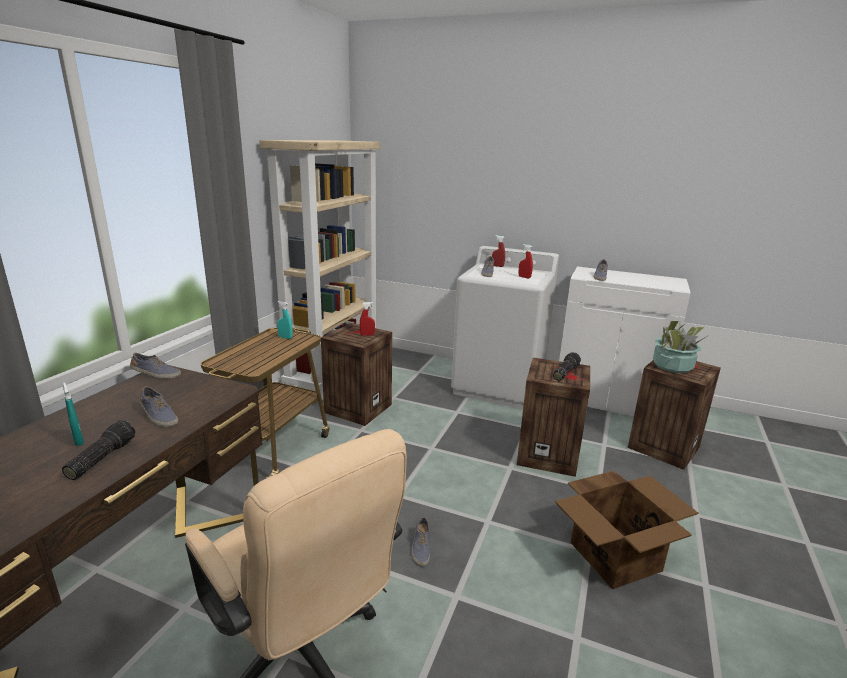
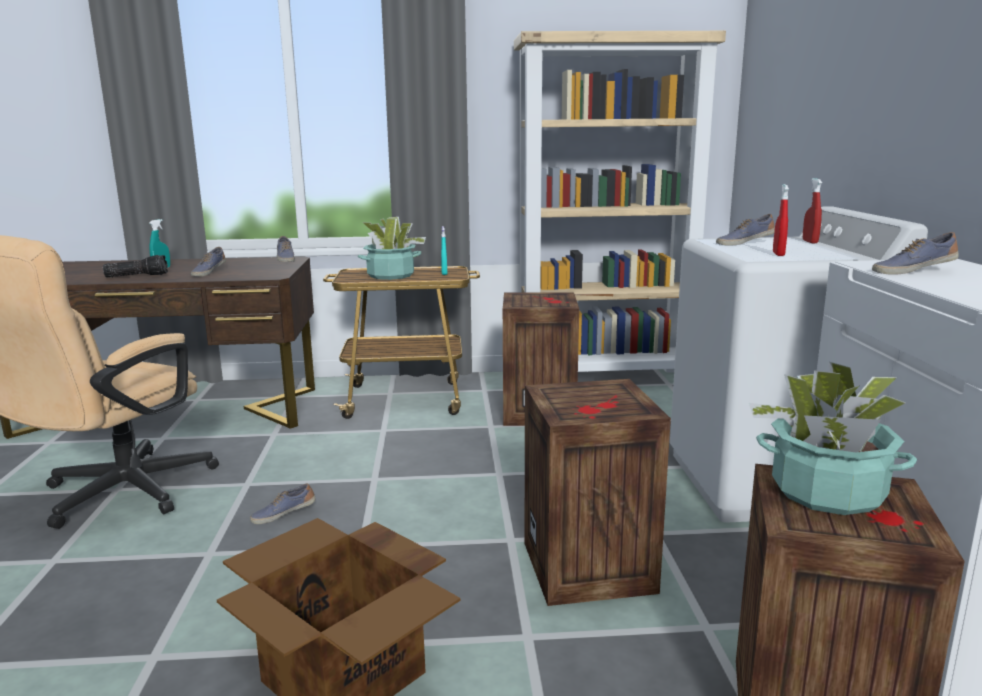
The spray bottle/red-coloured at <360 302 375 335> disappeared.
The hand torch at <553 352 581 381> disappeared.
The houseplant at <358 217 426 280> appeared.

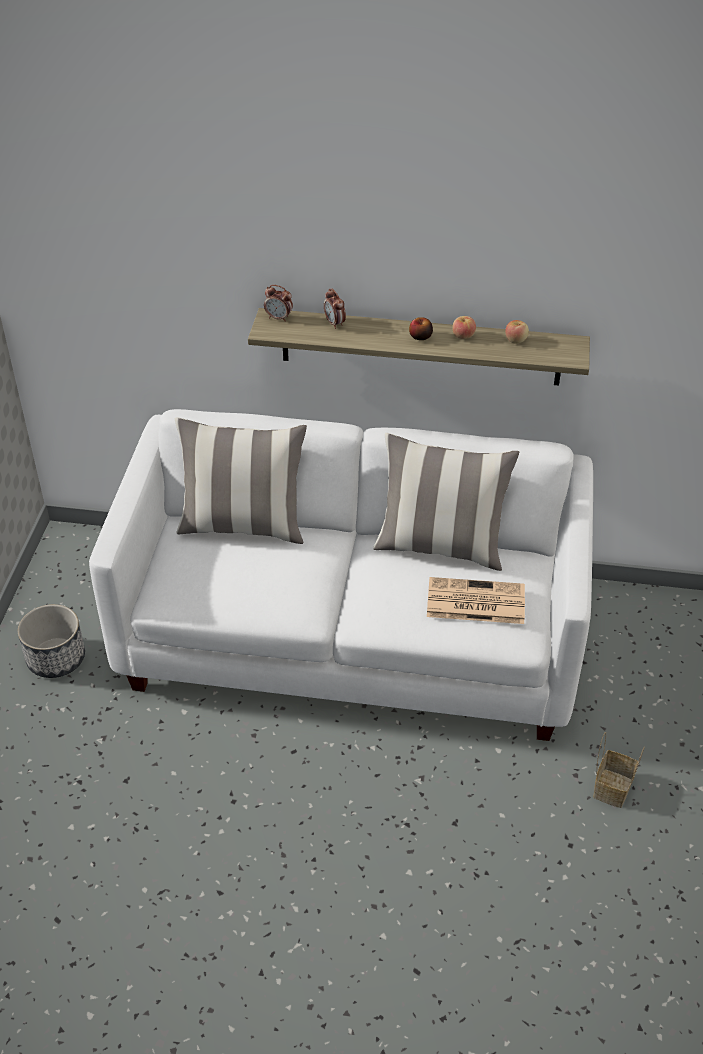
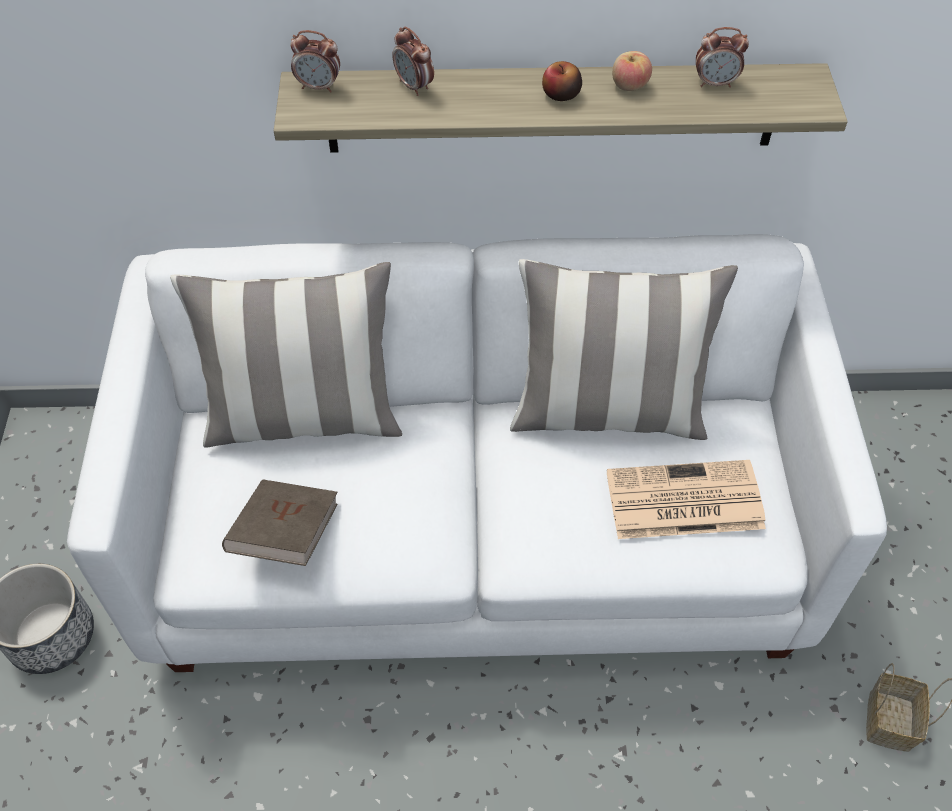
The apple fruit at <505 320 529 343> was replaced by the table clock at <696 27 749 88>.
The volume/brownish at <222 479 337 566> appeared.

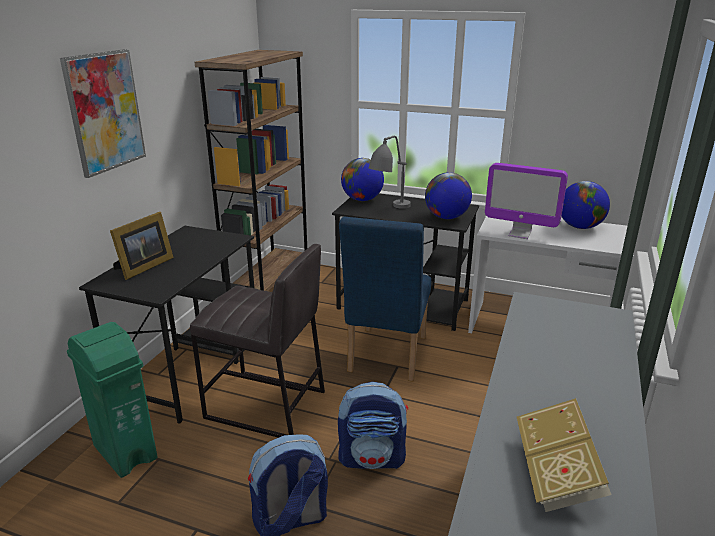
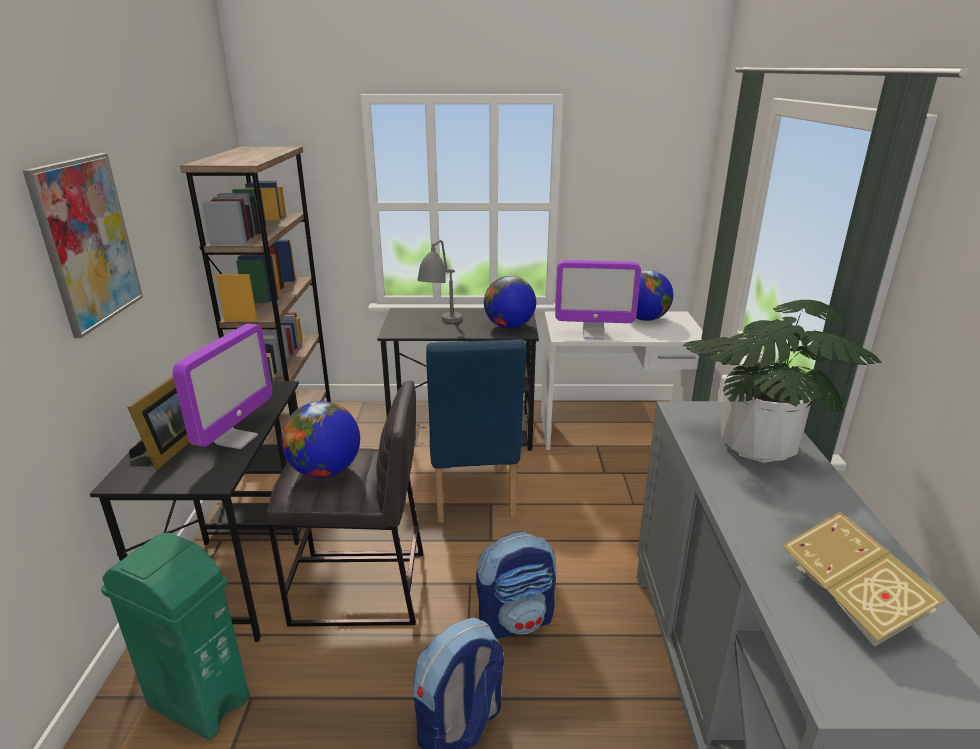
The world globe moved from <341 158 384 201> to <281 401 360 478>.
The monitor at <173 324 272 449> appeared.
The houseplant at <683 300 882 463> appeared.

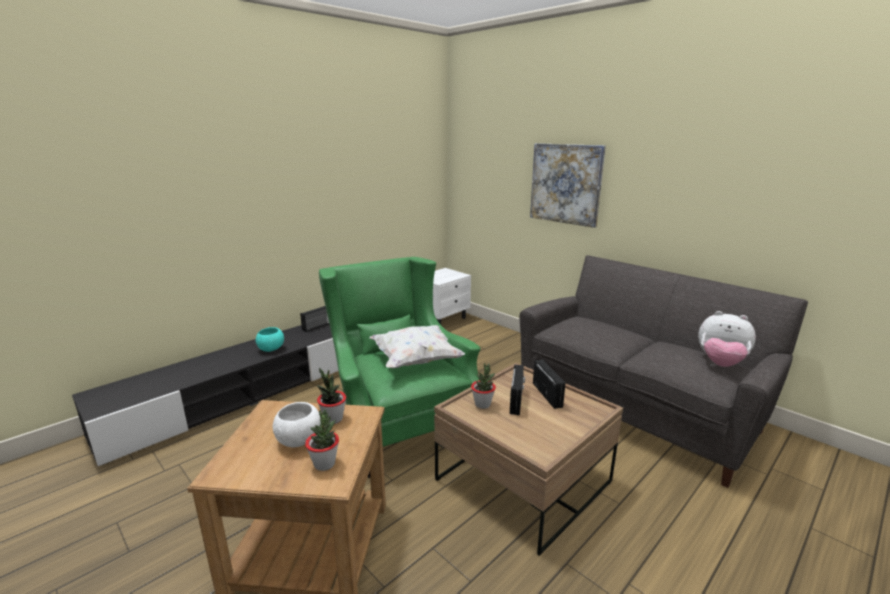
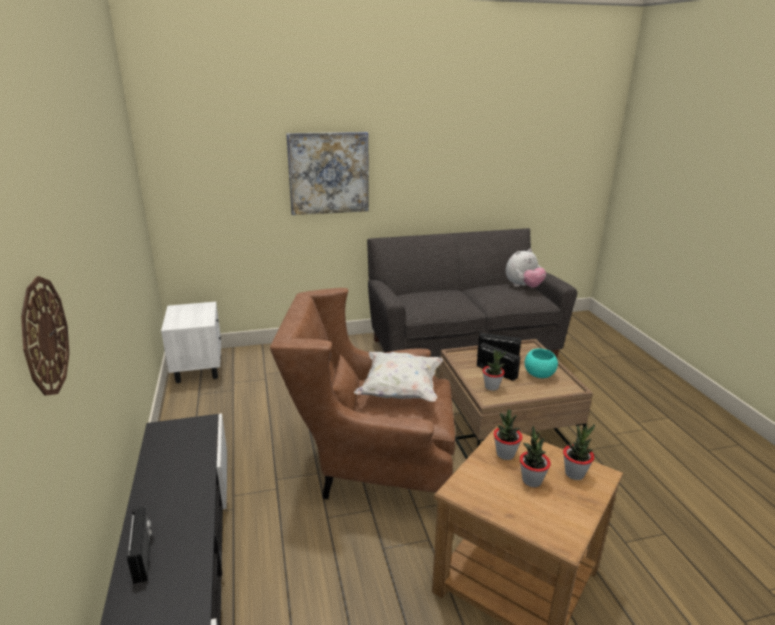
The serving bowl/turquoise-coloured moved from <256 327 284 352> to <525 348 558 378>.
The serving bowl/whitish at <273 402 321 447> was replaced by the houseplant at <520 426 551 487>.
The radio moved from <300 306 329 332> to <127 507 152 584>.
The armchair/green at <319 257 480 478> became the armchair/brownish at <270 288 455 499>.
The clock on the wall at <21 276 69 396> appeared.

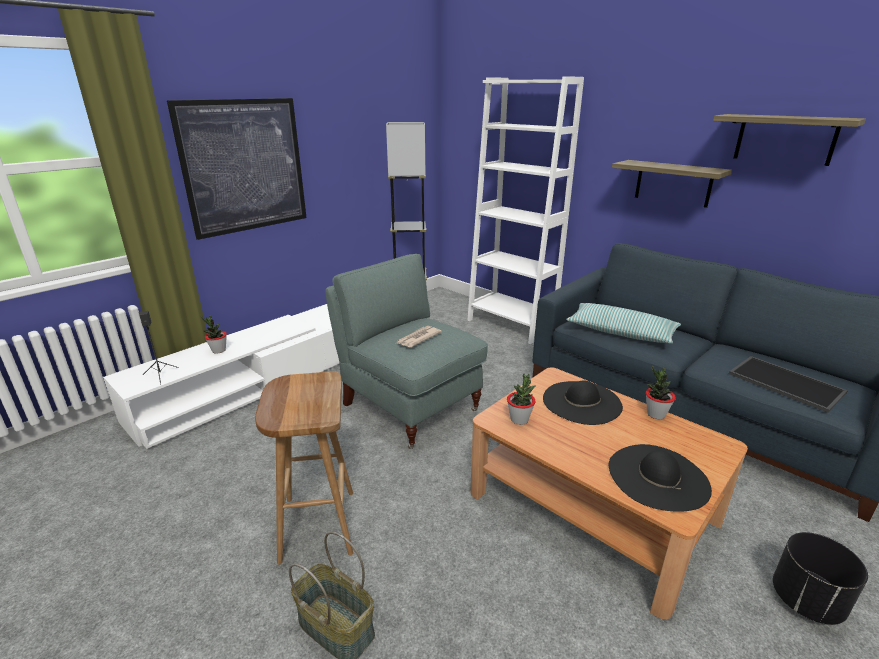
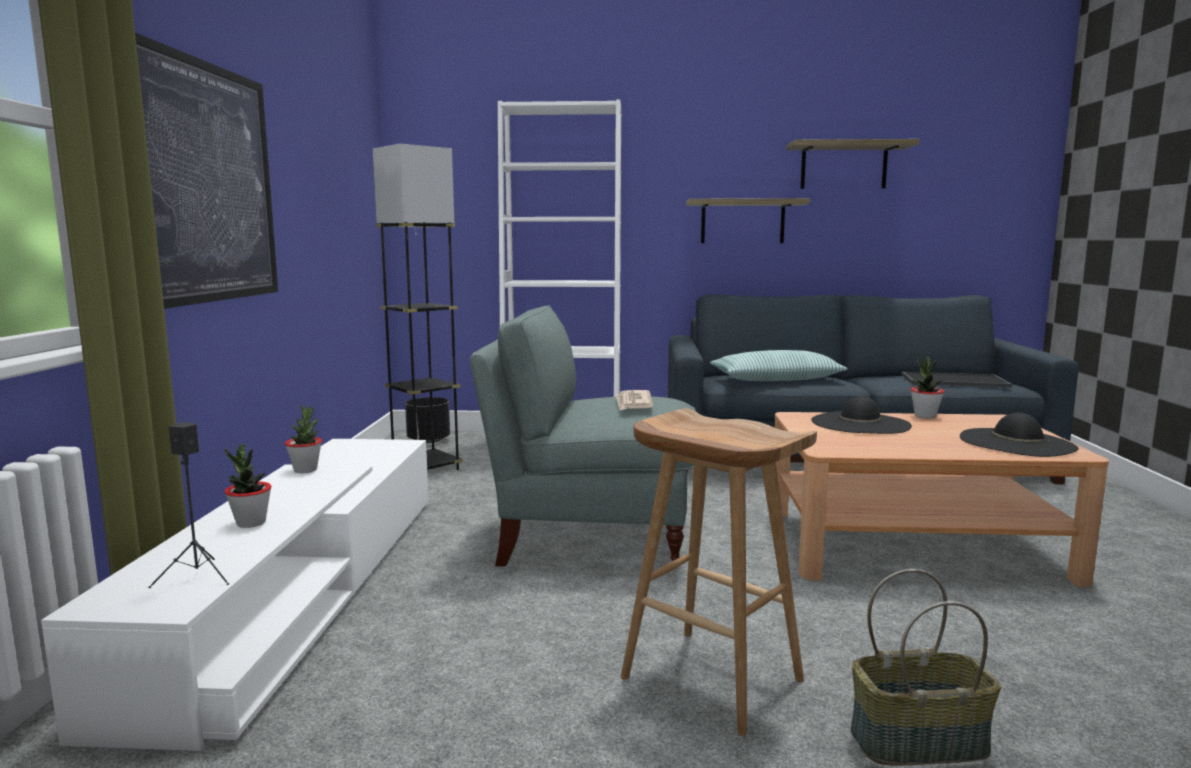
The houseplant moved from <507 374 536 425> to <285 405 322 473>.
The planter/blackish moved from <773 532 868 625> to <405 397 450 443>.

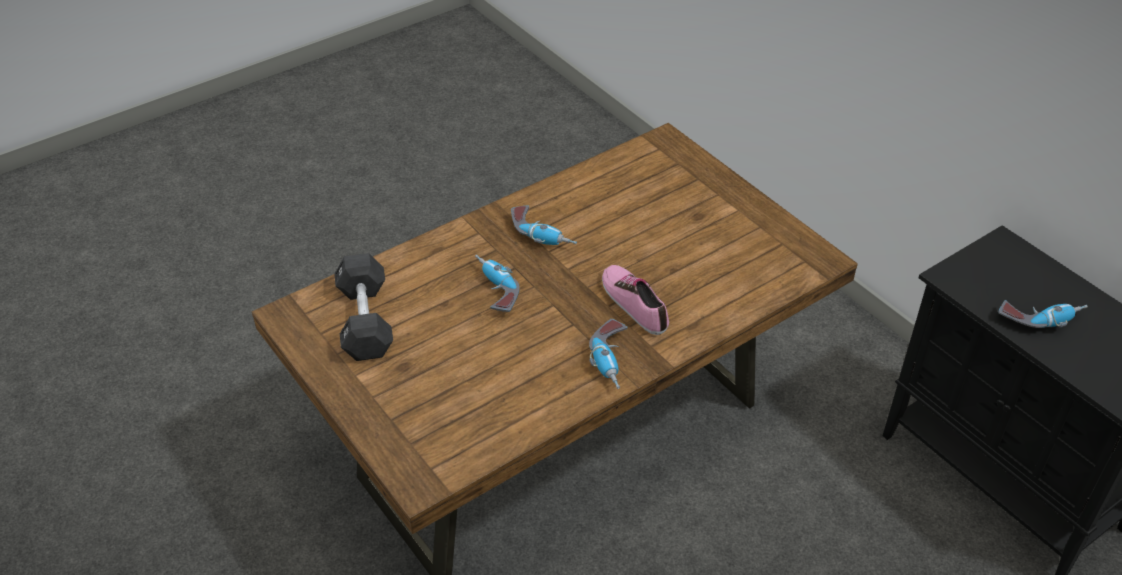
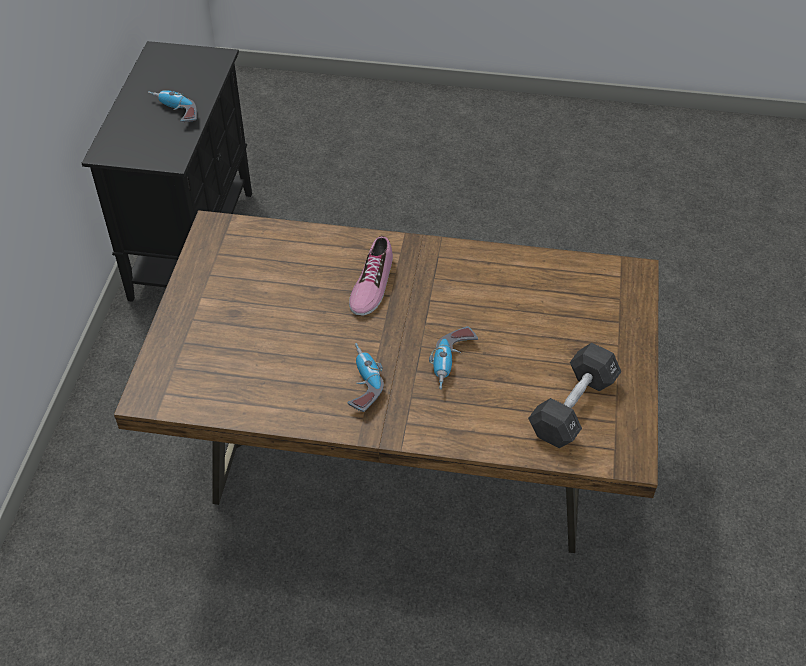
The drill at <589 319 628 389> disappeared.

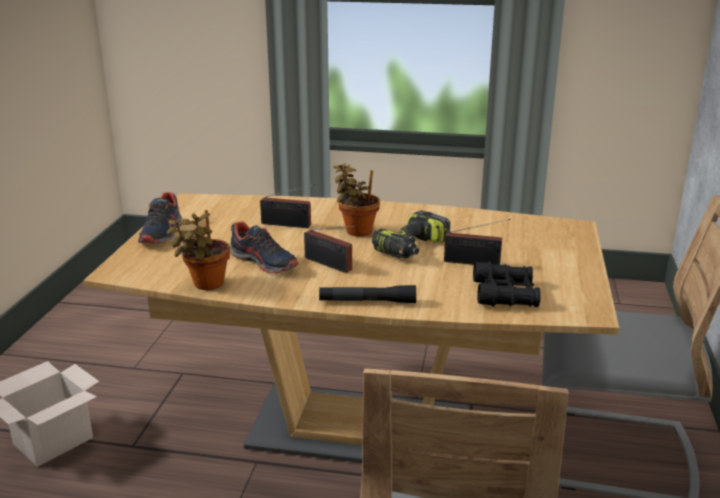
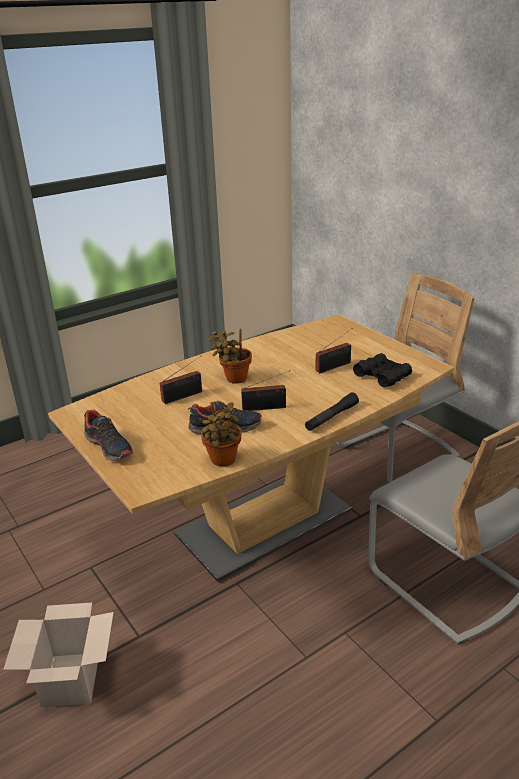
The drill at <372 210 450 258> disappeared.

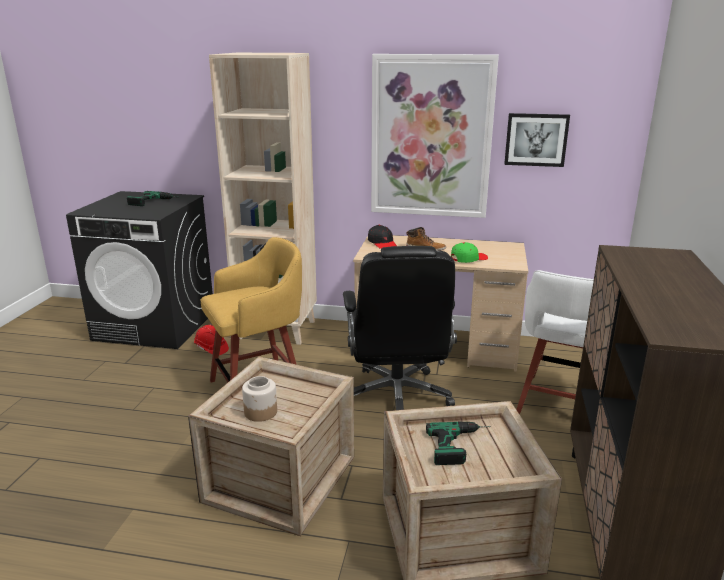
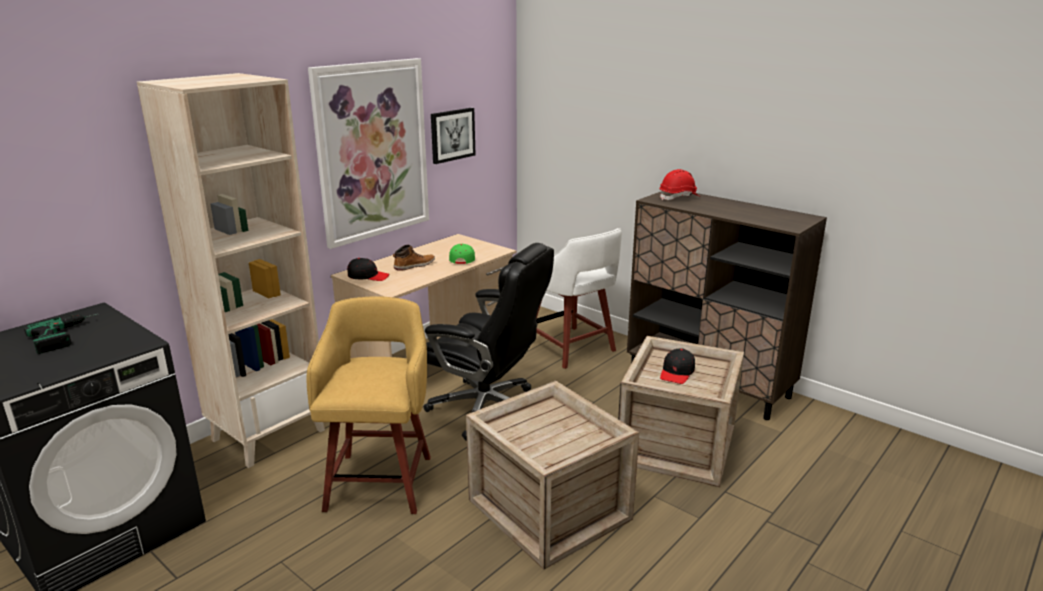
The hard hat/red-coloured moved from <194 325 229 355> to <659 169 700 200>.
The preserve jar at <242 376 277 422> disappeared.
The drill at <426 421 491 465> was replaced by the peaked cap/blackish at <660 348 695 384>.

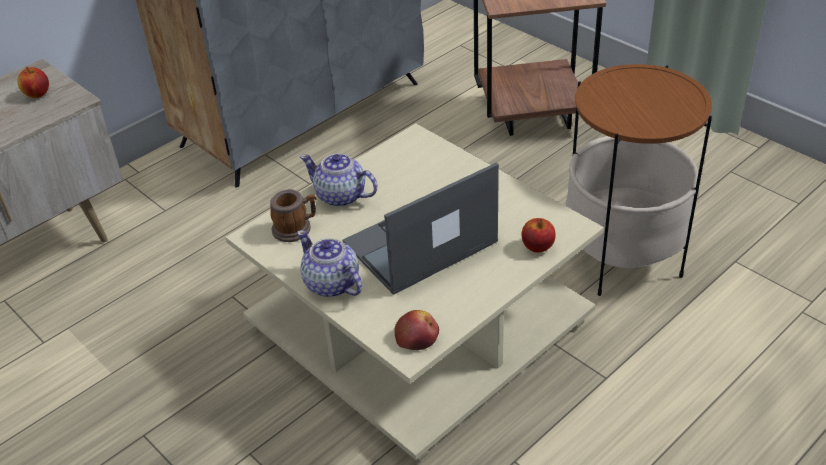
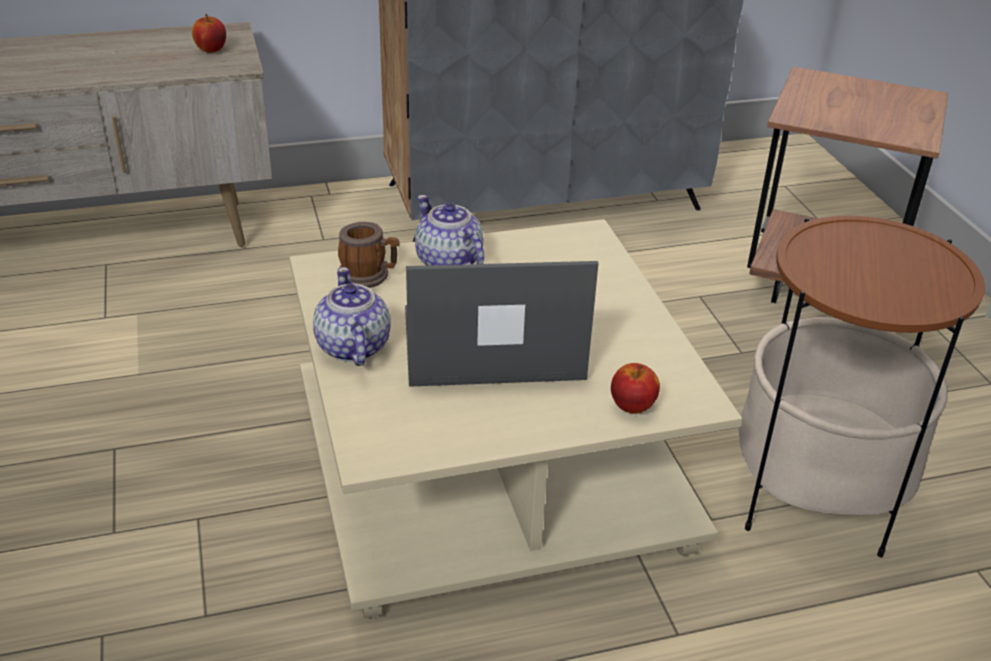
The apple fruit at <394 310 439 350> disappeared.

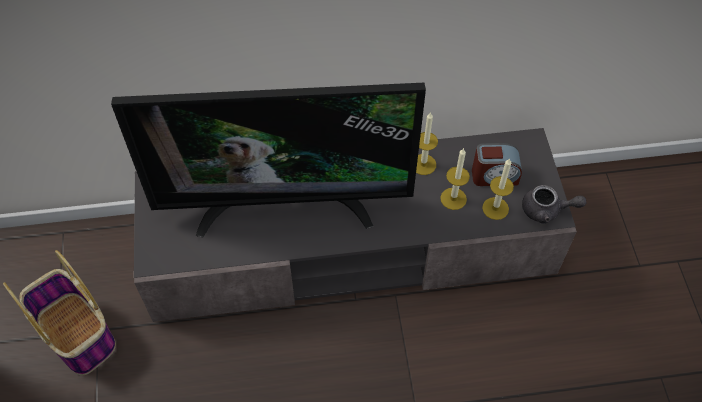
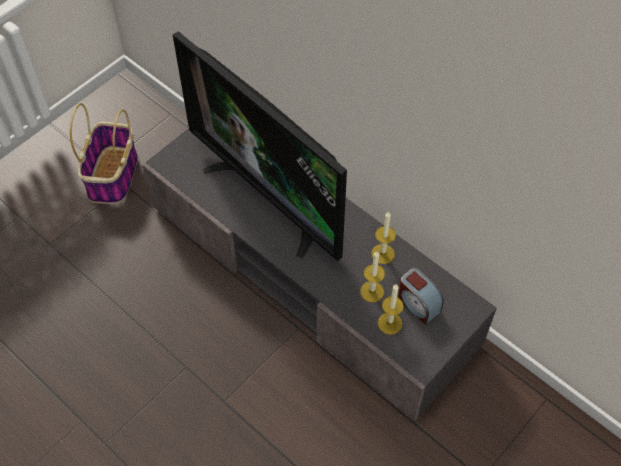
The tea pot/greyish at <522 185 586 224> disappeared.

